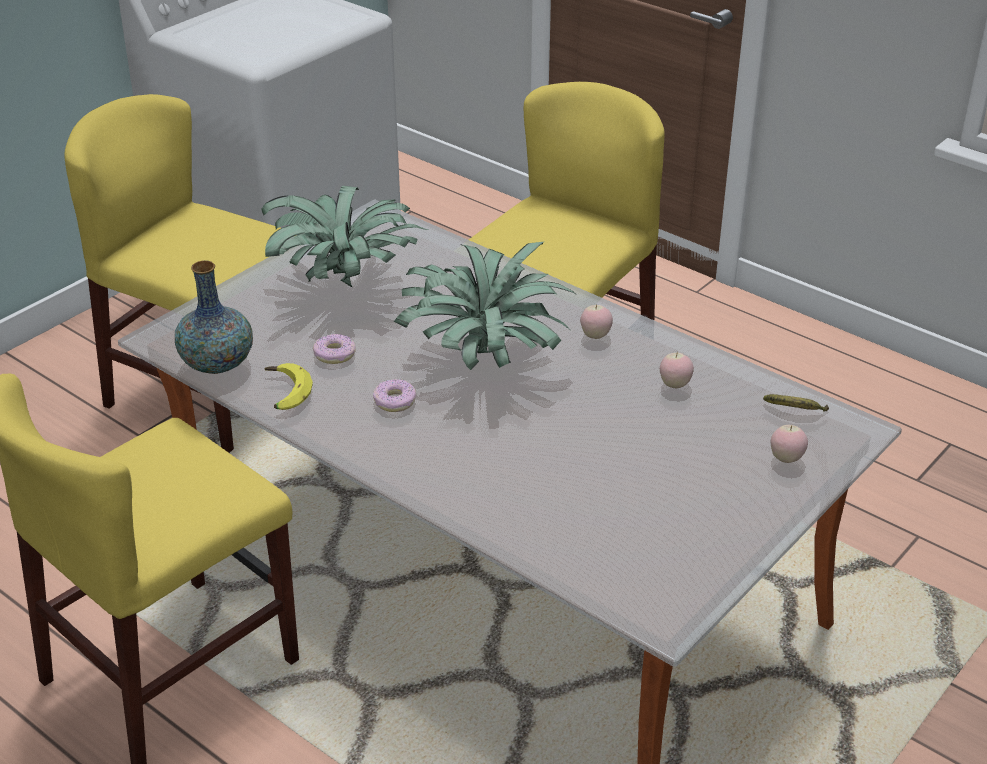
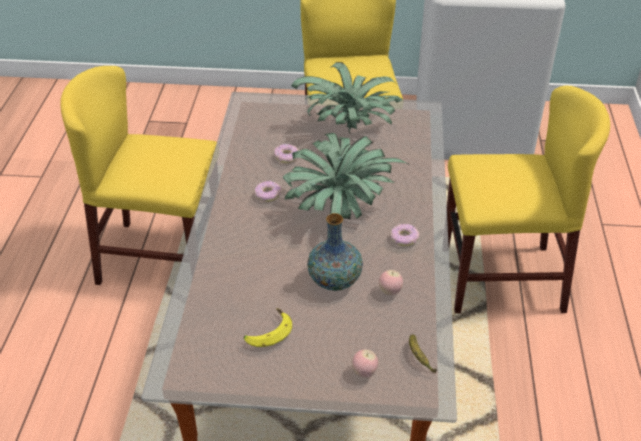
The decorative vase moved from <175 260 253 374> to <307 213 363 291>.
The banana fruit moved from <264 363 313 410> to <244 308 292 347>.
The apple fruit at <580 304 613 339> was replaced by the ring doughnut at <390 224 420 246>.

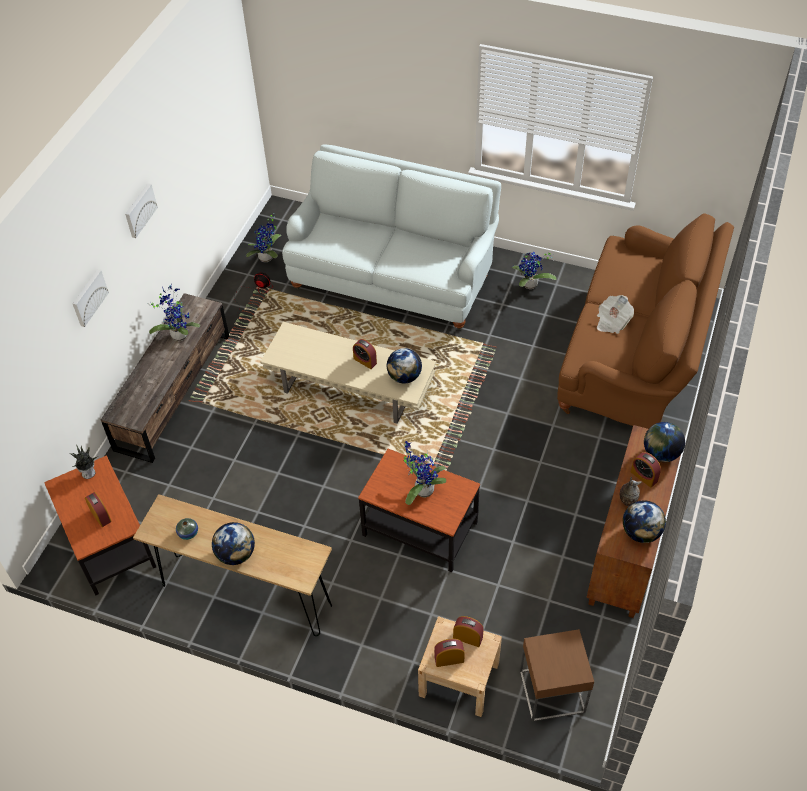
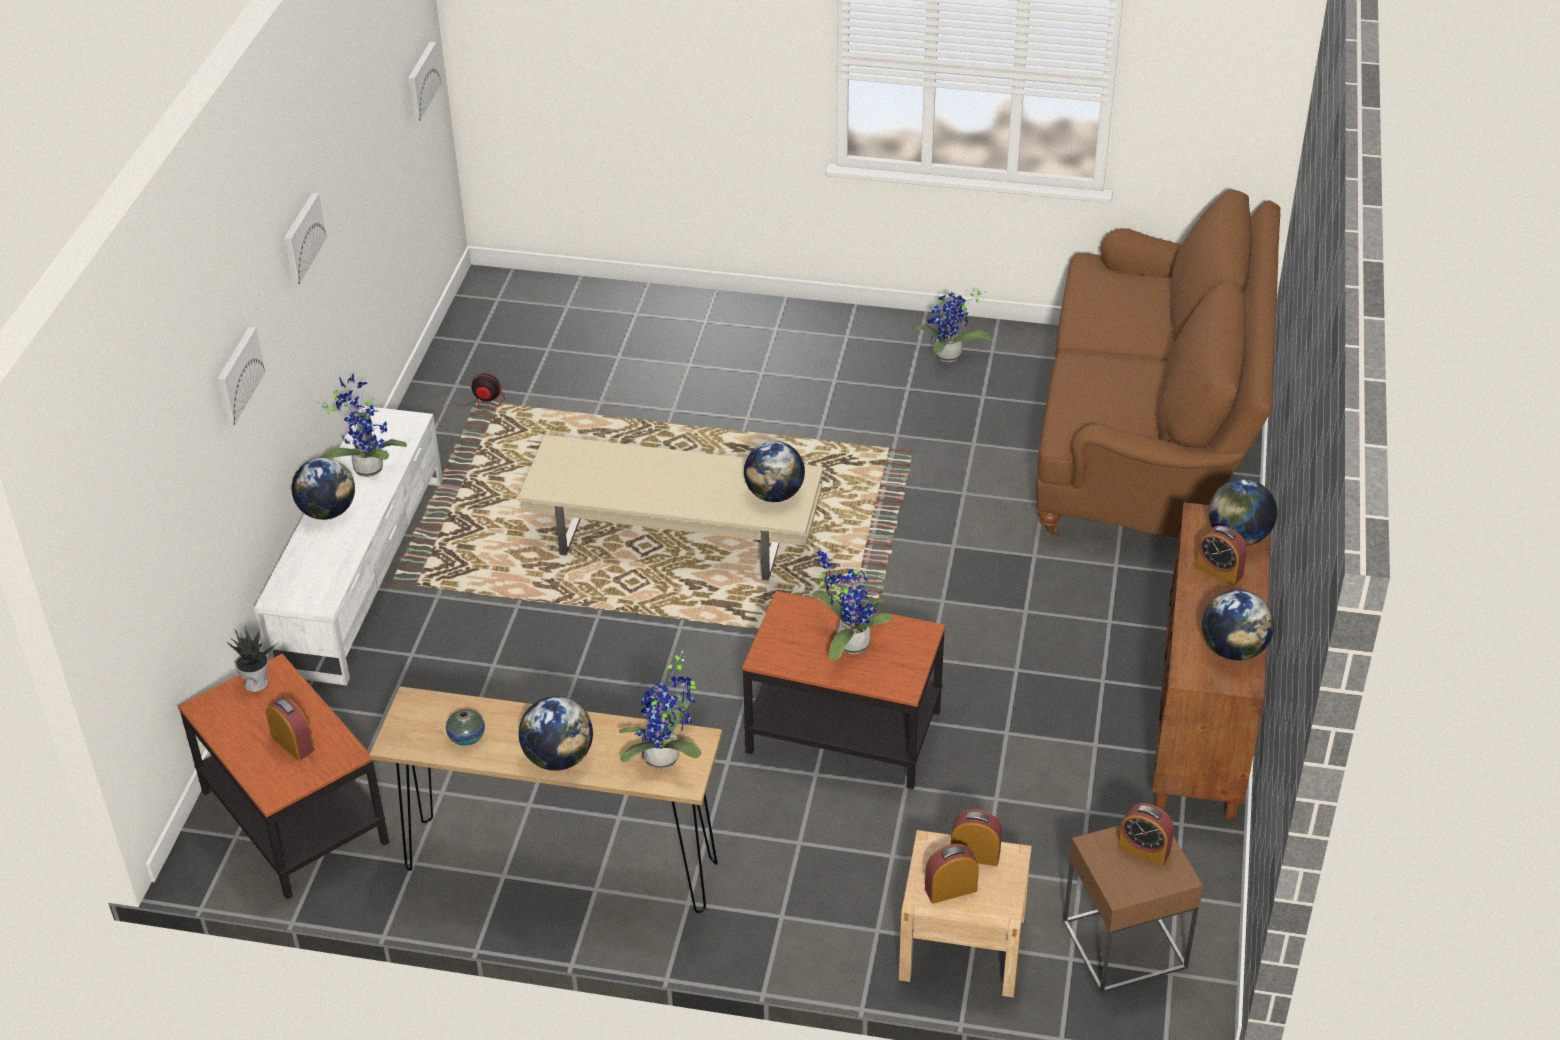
The tv stand/brownish at <101 293 229 463> became the tv stand/whitish at <254 406 443 686>.
The houseplant moved from <246 214 281 262> to <619 651 702 769>.
The settee/whitish at <282 144 501 330> disappeared.
The table clock moved from <353 339 377 369> to <1118 803 1174 866>.
The printed paper at <597 295 634 334> disappeared.
The decorative vase at <620 477 642 506> disappeared.
The world globe at <292 458 355 520> appeared.
The wall picture at <408 42 441 121> appeared.

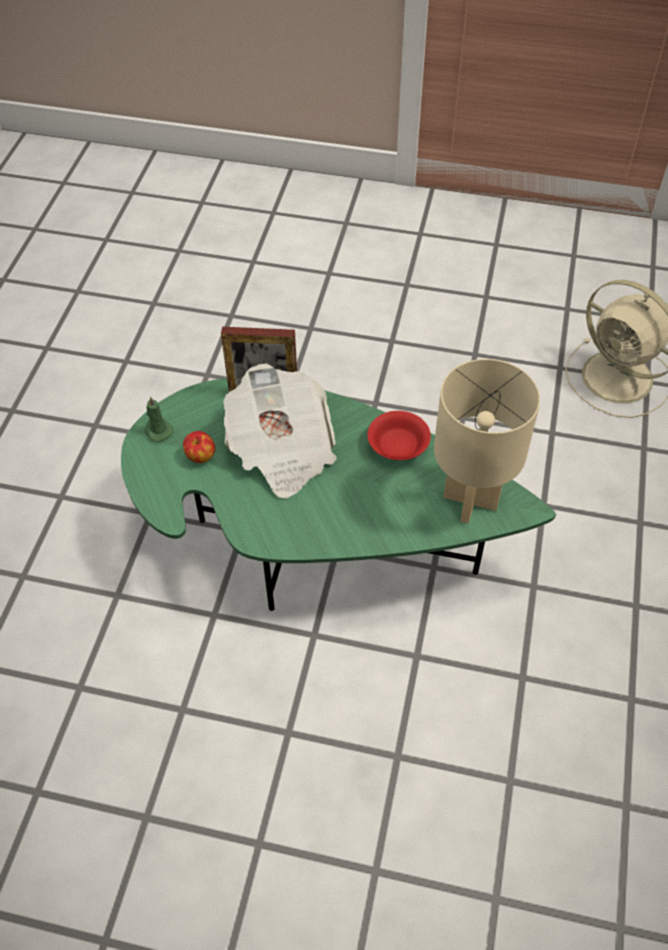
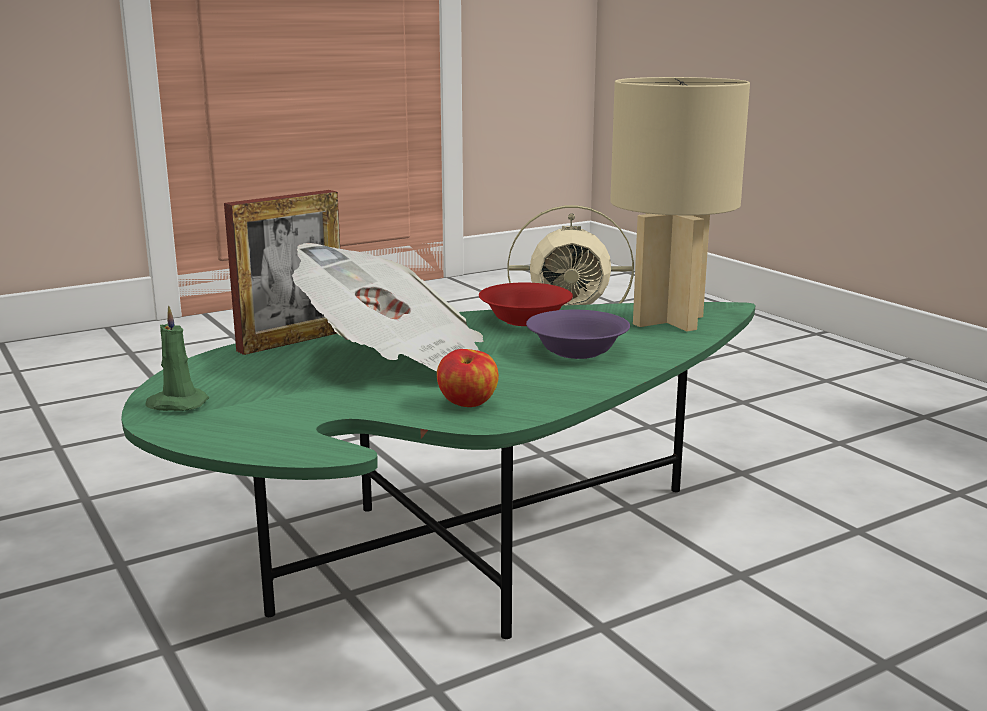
The apple fruit moved from <183 431 215 463> to <437 349 499 407>.
The serving bowl/purple at <526 310 630 359> appeared.

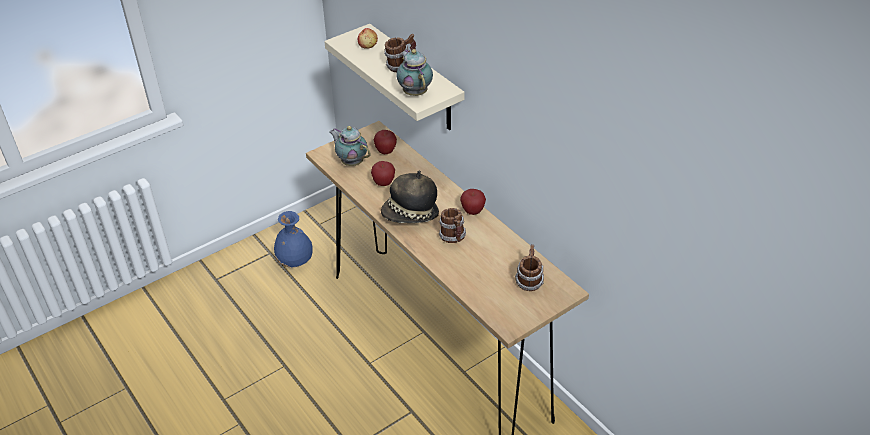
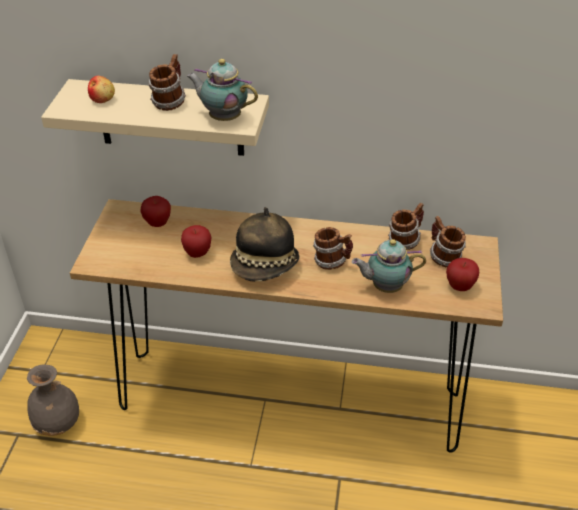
The decorative vase/blue-coloured at <274 211 313 268> became the decorative vase/greyish at <27 364 79 436>.
The tea pot moved from <330 126 371 166> to <352 239 426 293>.
The apple fruit moved from <460 189 486 215> to <446 258 479 291>.
The coffee mug at <388 203 424 250> appeared.

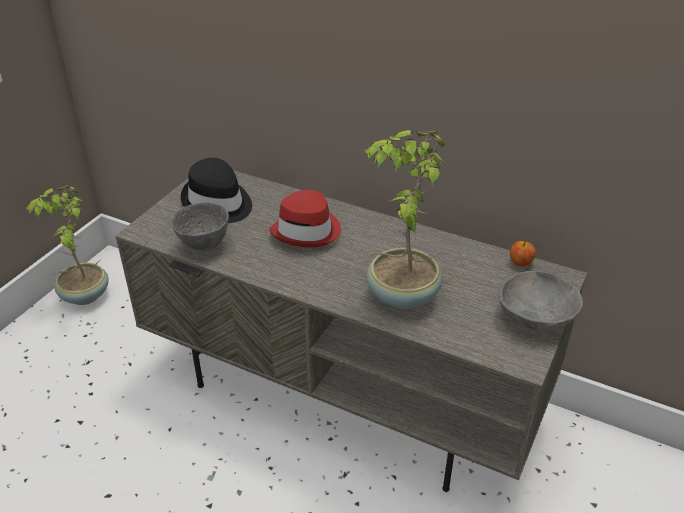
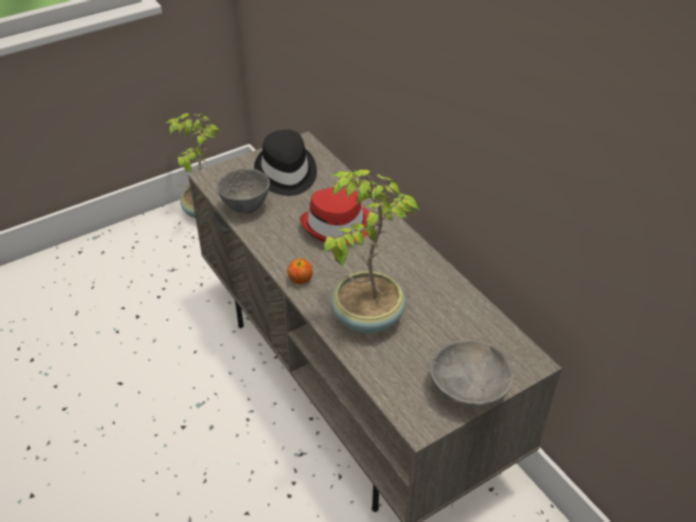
The apple fruit moved from <510 239 536 267> to <287 259 313 284>.

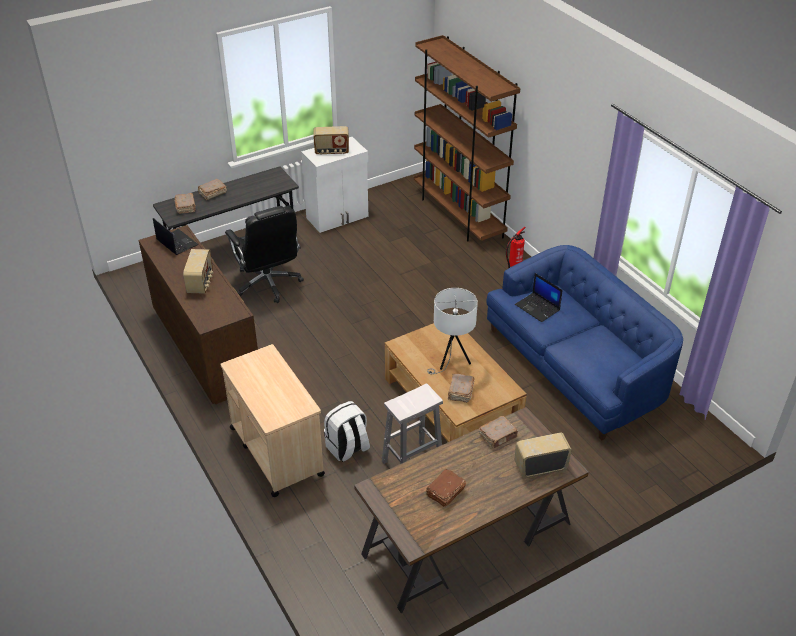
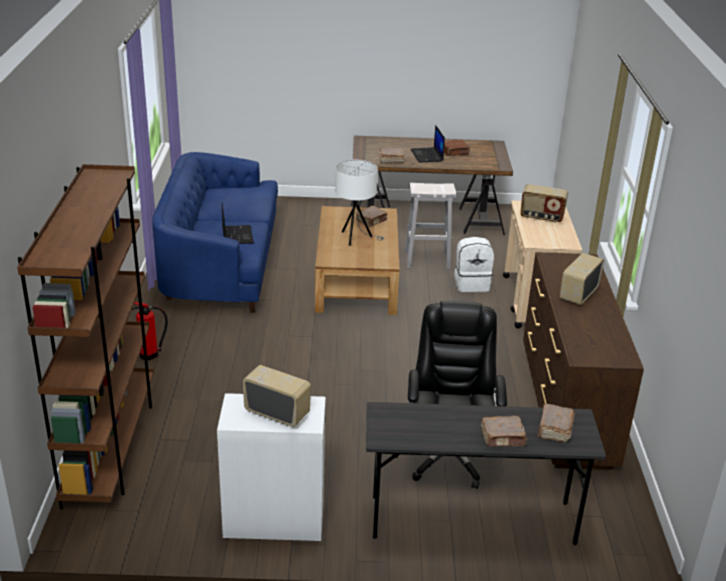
The laptop moved from <153 218 199 255> to <411 125 445 163>.
The radio moved from <515 432 572 478> to <520 184 568 223>.

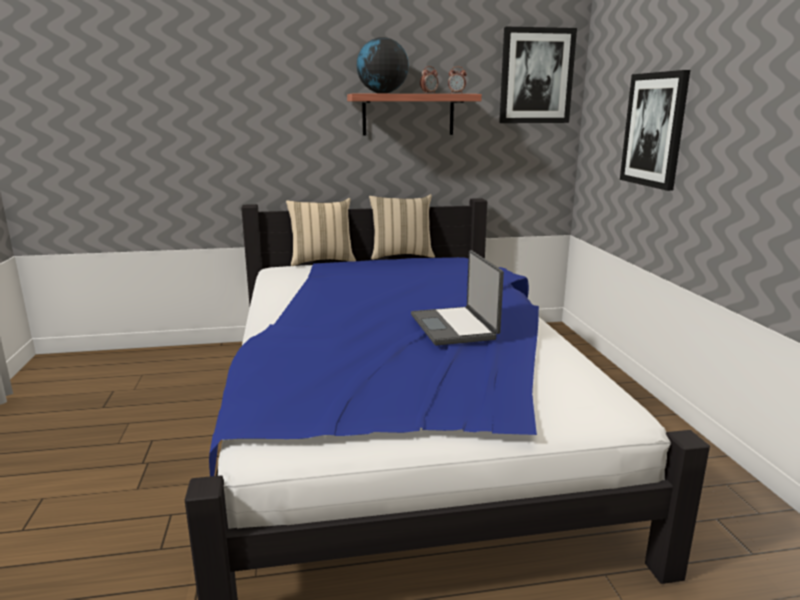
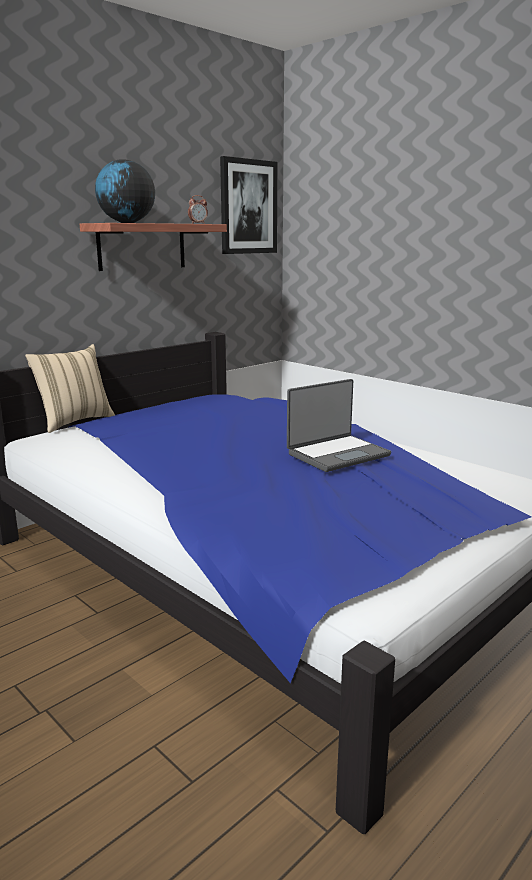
The throw pillow/beige at <369 194 435 260> disappeared.
The laptop at <411 250 504 345> turned 75 degrees counterclockwise.
The table clock at <420 66 438 93> disappeared.
The wall picture at <620 70 690 191> disappeared.

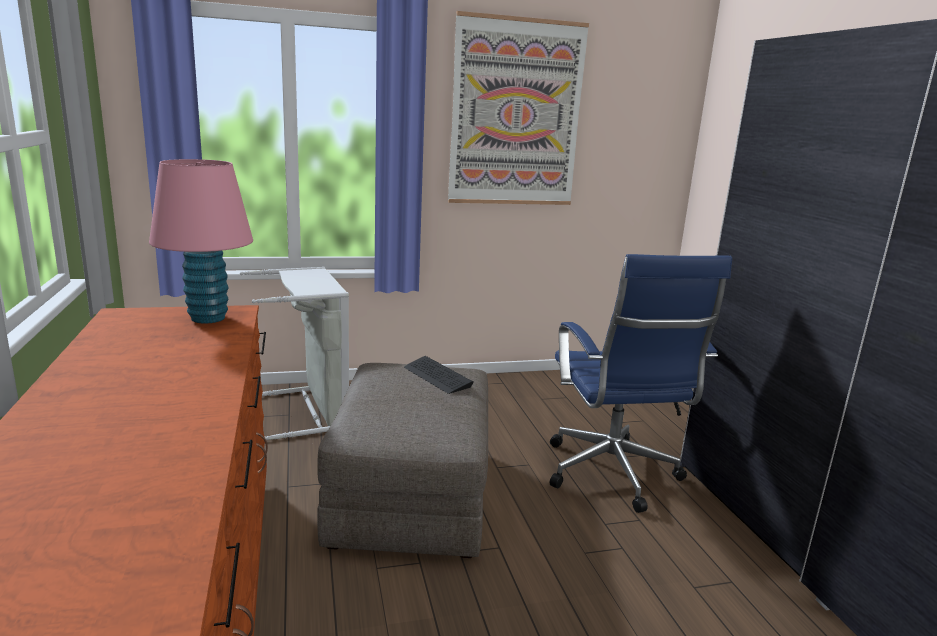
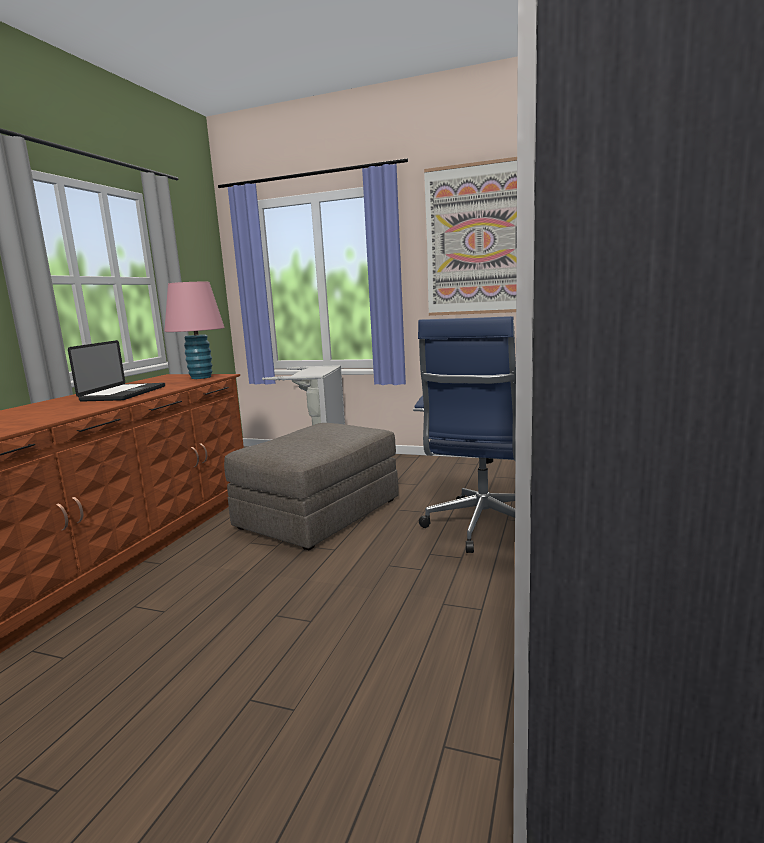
The computer keyboard at <404 356 474 394> disappeared.
The laptop at <68 340 165 402> appeared.

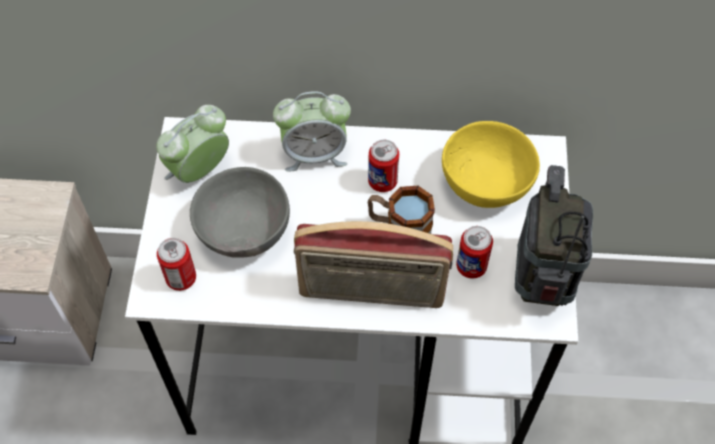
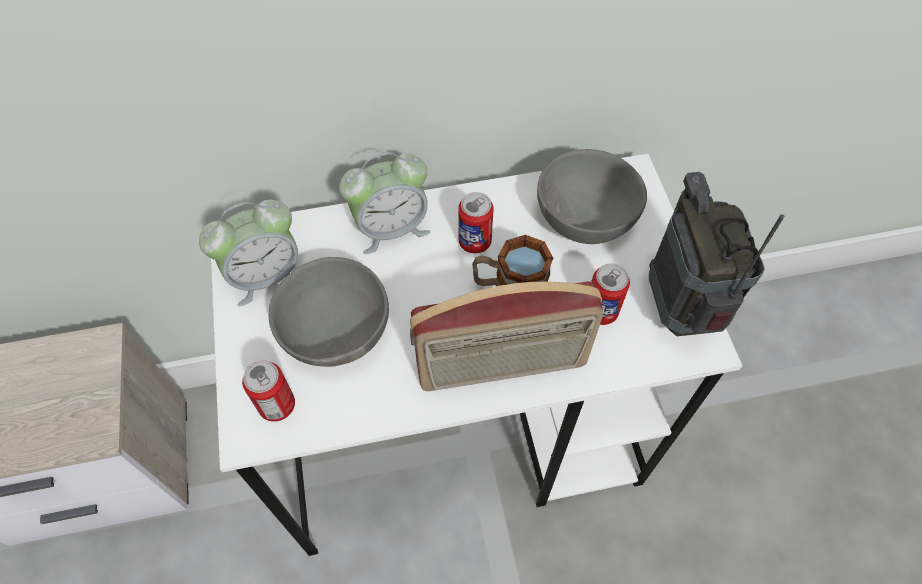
The table clock at <156 105 229 183> turned 150 degrees counterclockwise.
The serving bowl/yellow at <442 121 540 208> became the serving bowl/greyish at <537 149 647 244>.

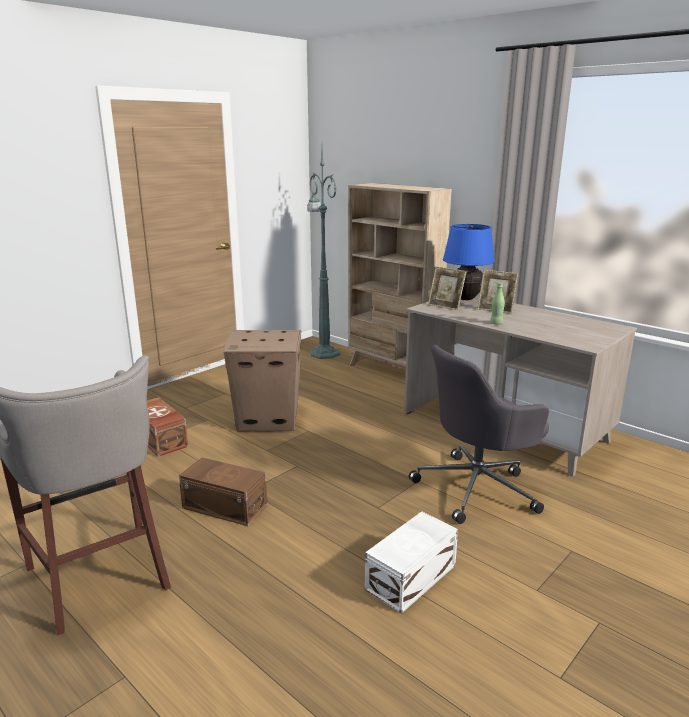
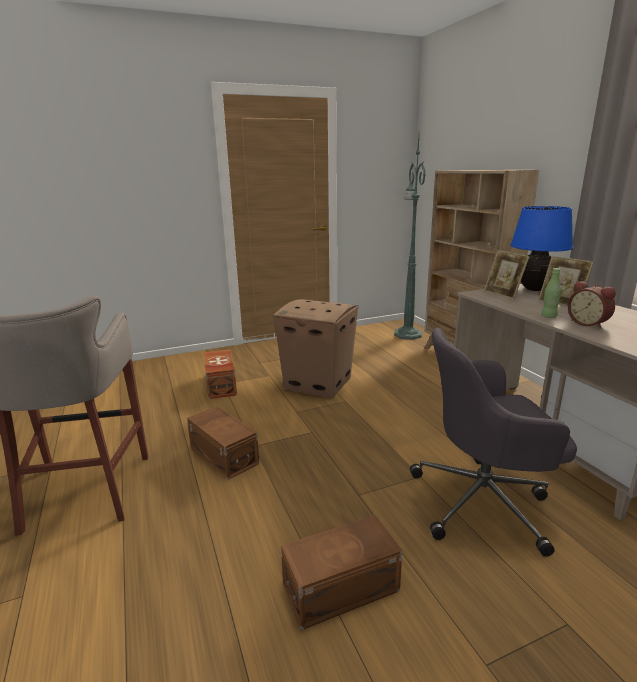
The storage container/whitish at <365 511 458 614> became the storage container/brownish at <281 515 402 630>.
The table clock at <568 281 616 329> appeared.

